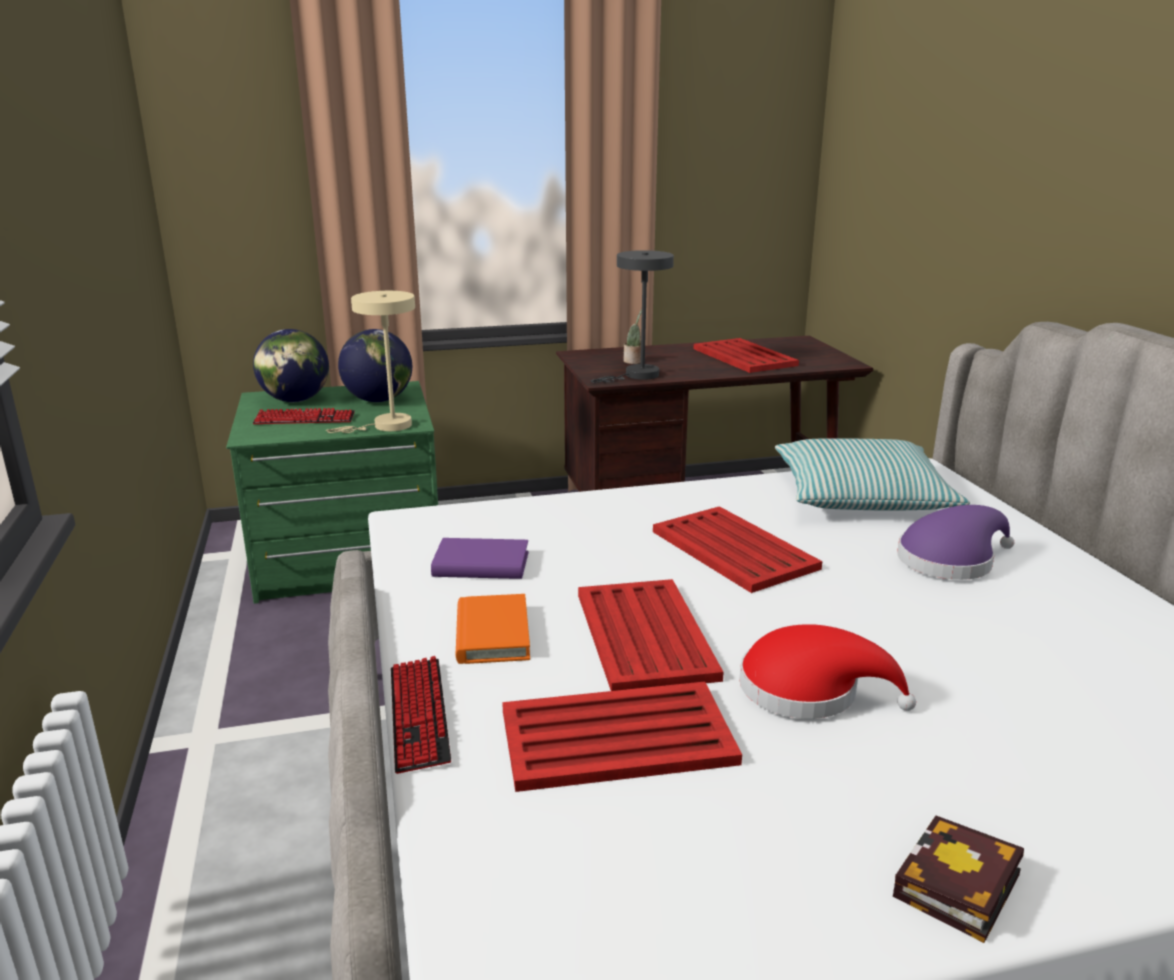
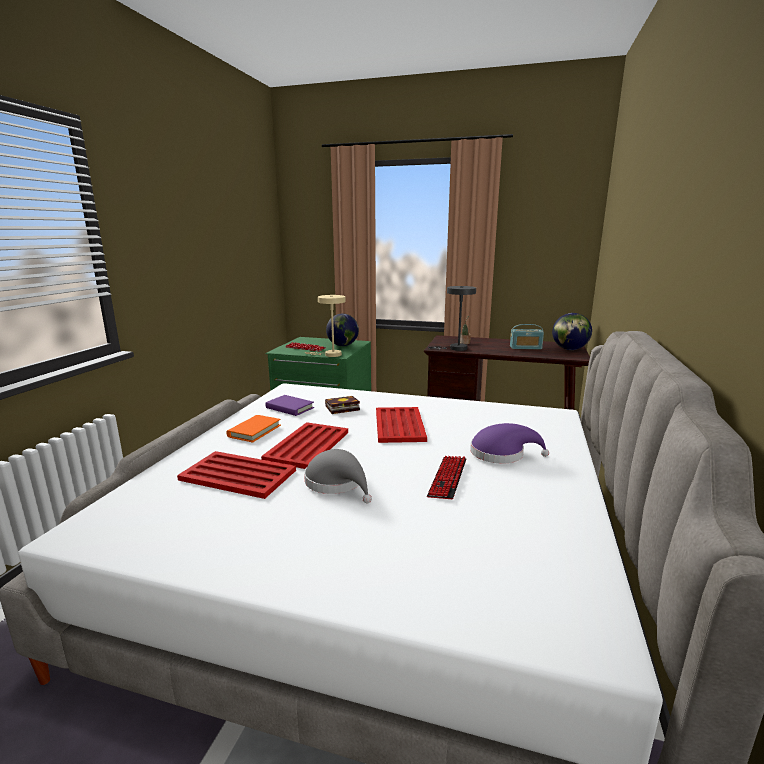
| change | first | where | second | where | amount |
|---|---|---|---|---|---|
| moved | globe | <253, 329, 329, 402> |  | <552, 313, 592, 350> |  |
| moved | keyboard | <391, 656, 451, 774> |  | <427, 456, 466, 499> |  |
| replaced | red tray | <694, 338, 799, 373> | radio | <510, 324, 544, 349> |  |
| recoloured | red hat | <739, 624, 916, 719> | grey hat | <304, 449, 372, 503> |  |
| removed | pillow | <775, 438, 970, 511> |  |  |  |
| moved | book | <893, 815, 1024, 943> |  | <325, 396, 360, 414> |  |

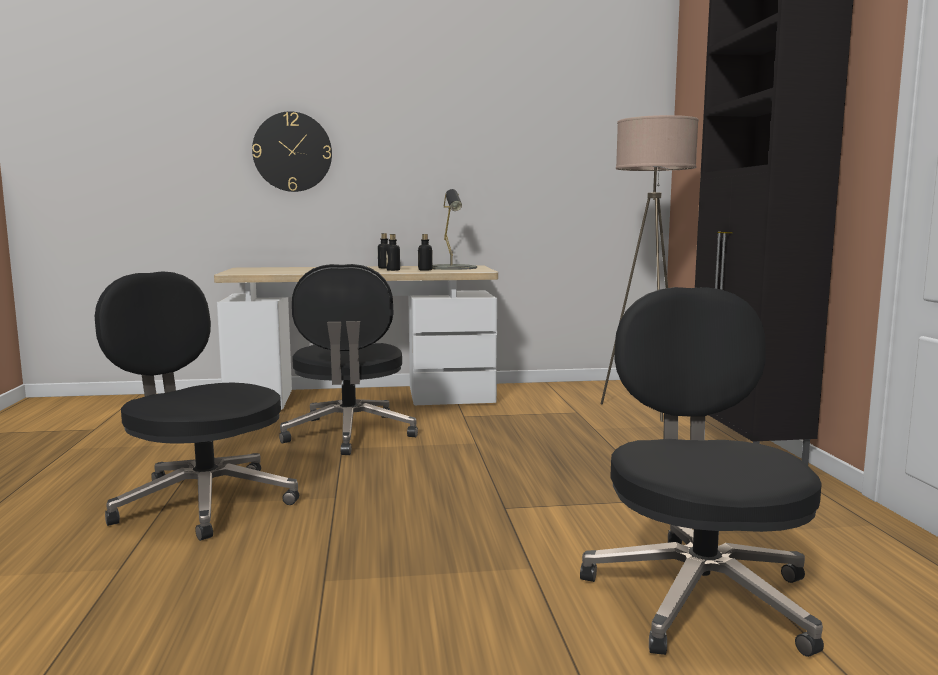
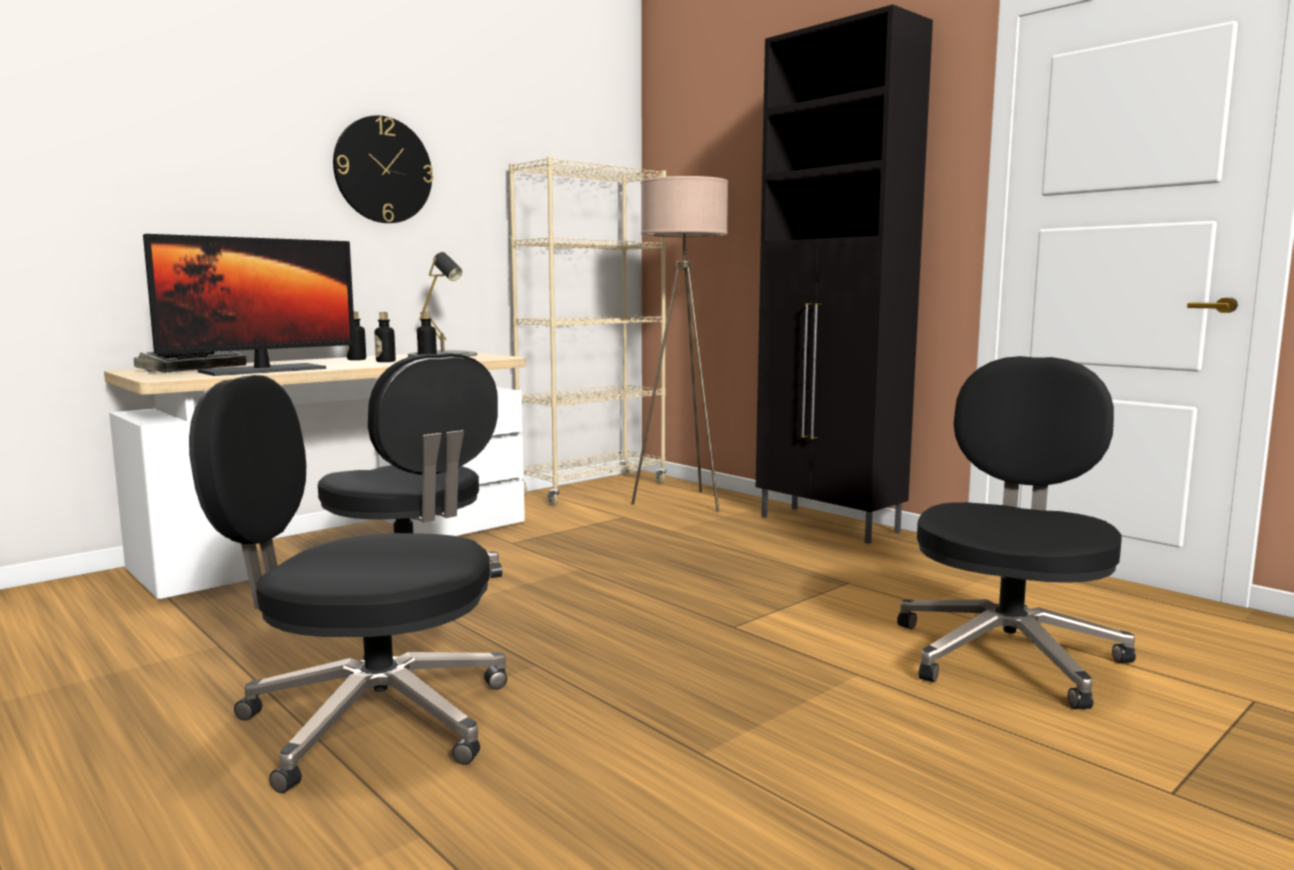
| change | first | where | second | where | amount |
|---|---|---|---|---|---|
| moved | wall clock | <252, 111, 332, 192> |  | <333, 115, 433, 223> |  |
| turned | black office chair | <580, 287, 824, 657> |  | <897, 356, 1136, 709> | 60 degrees clockwise |
| added |  |  | keyboard | <134, 351, 247, 373> |  |
| added |  |  | monitor | <143, 234, 355, 376> |  |
| added |  |  | beige bookcase | <509, 156, 667, 506> |  |

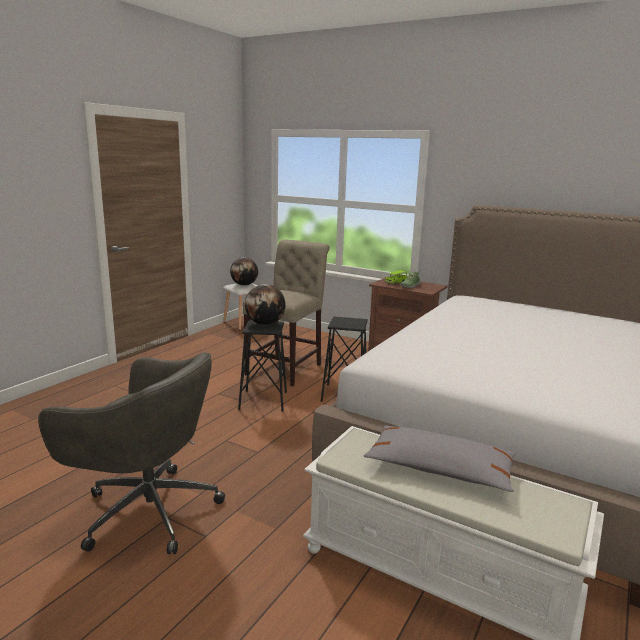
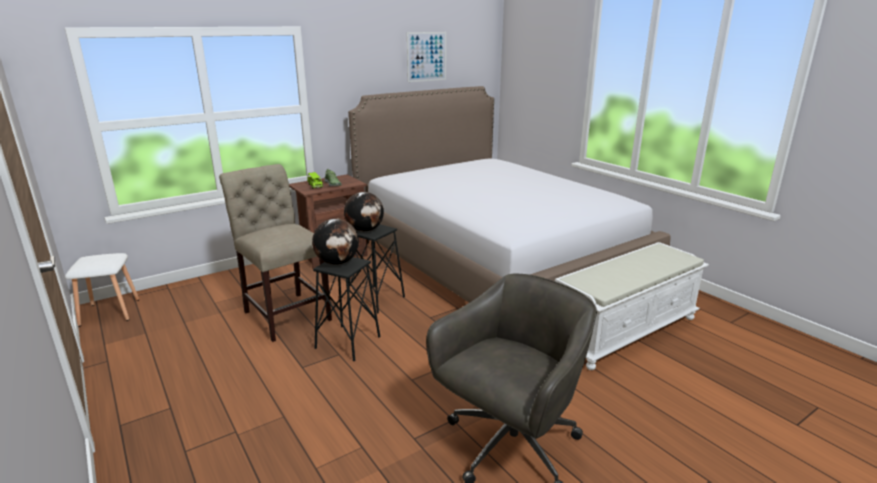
| change | first | where | second | where | amount |
|---|---|---|---|---|---|
| moved | globe | <230, 257, 258, 286> |  | <344, 192, 384, 232> |  |
| removed | grey pillow | <364, 425, 516, 492> |  |  |  |
| added |  |  | picture | <407, 32, 446, 82> |  |

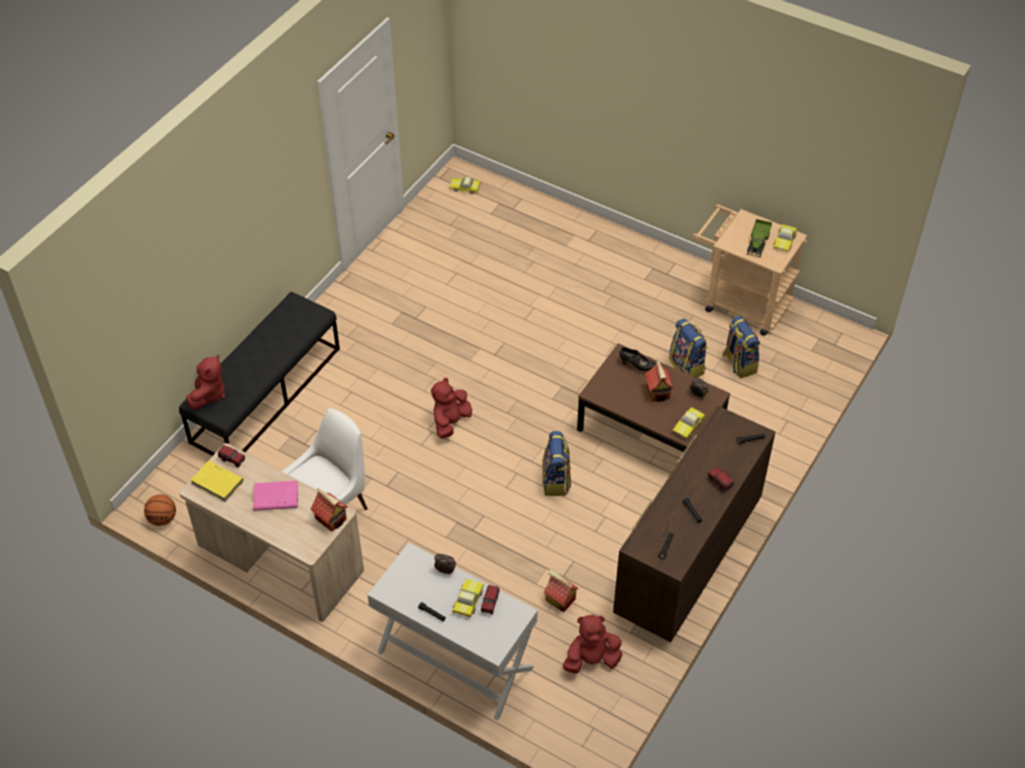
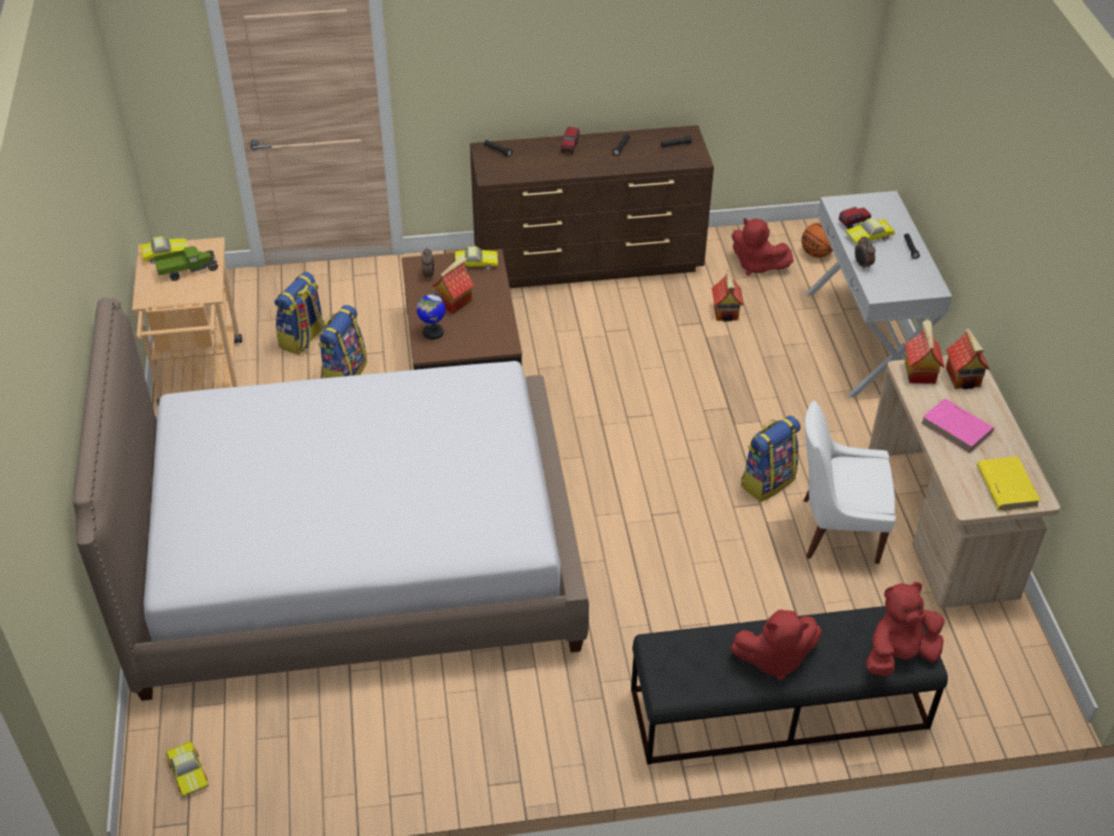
| change | first | where | second | where | amount |
|---|---|---|---|---|---|
| moved | basketball | <144, 495, 176, 526> |  | <801, 223, 833, 258> |  |
| removed | toy truck | <218, 445, 245, 467> |  |  |  |
| moved | red plush toy | <431, 378, 472, 439> |  | <730, 610, 822, 681> |  |
| moved | backpack | <542, 431, 571, 496> |  | <741, 415, 800, 502> |  |
| replaced | black shoe | <620, 347, 656, 371> | globe | <416, 291, 446, 340> |  |
| added |  |  | bed | <73, 298, 589, 701> |  |
| added |  |  | toy house | <946, 327, 990, 389> |  |

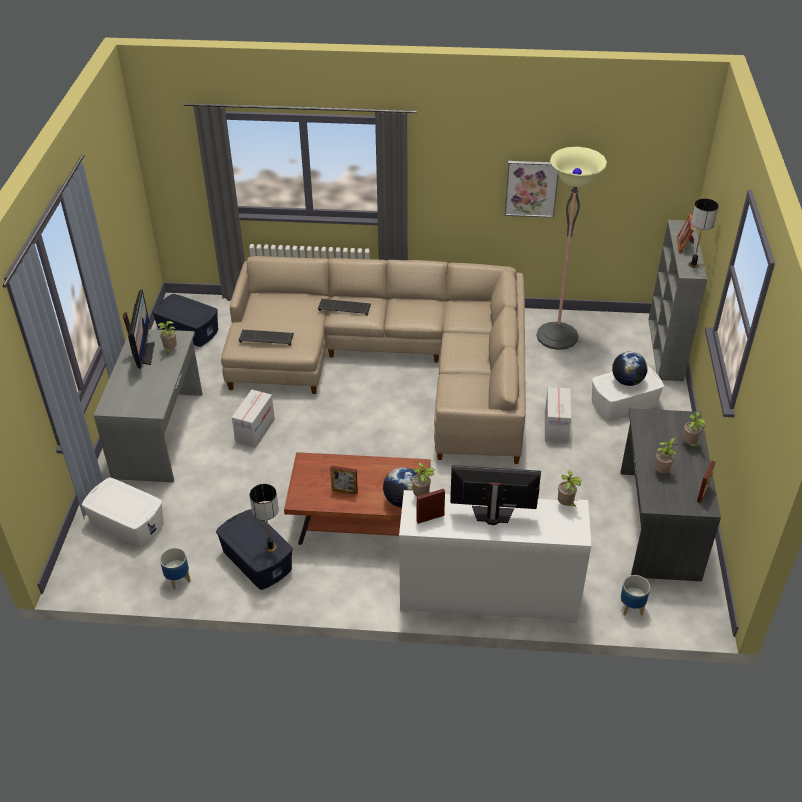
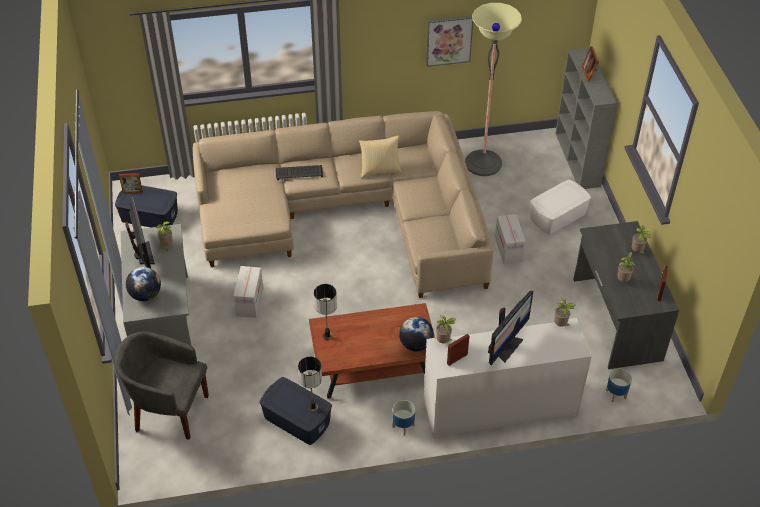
| change | first | where | second | where | amount |
|---|---|---|---|---|---|
| replaced | white storage box | <82, 478, 164, 547> | grey armchair | <115, 331, 209, 440> |  |
| moved | planter | <160, 548, 191, 590> |  | <392, 400, 415, 436> |  |
| removed | keyboard | <238, 330, 294, 346> |  |  |  |
| moved | picture frame | <330, 465, 358, 495> |  | <119, 173, 143, 194> |  |
| turned | monitor | <450, 465, 541, 525> |  | <488, 291, 533, 365> | 135 degrees clockwise |
| moved | globe | <612, 351, 648, 386> |  | <126, 267, 161, 301> |  |
| moved | table lamp | <688, 199, 719, 268> |  | <314, 284, 337, 340> |  |
| added |  |  | pillow | <359, 135, 402, 178> |  |

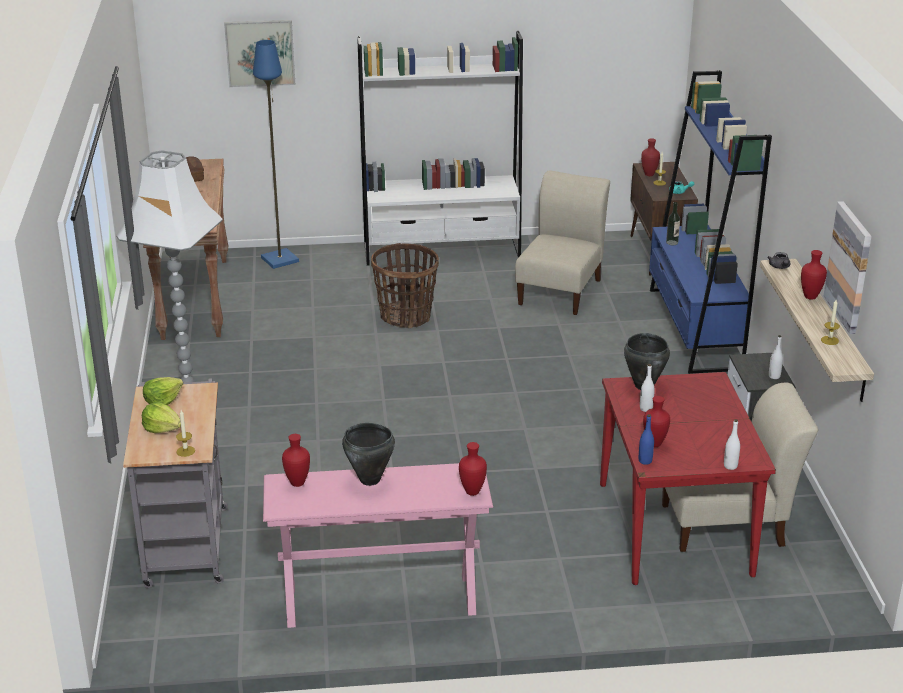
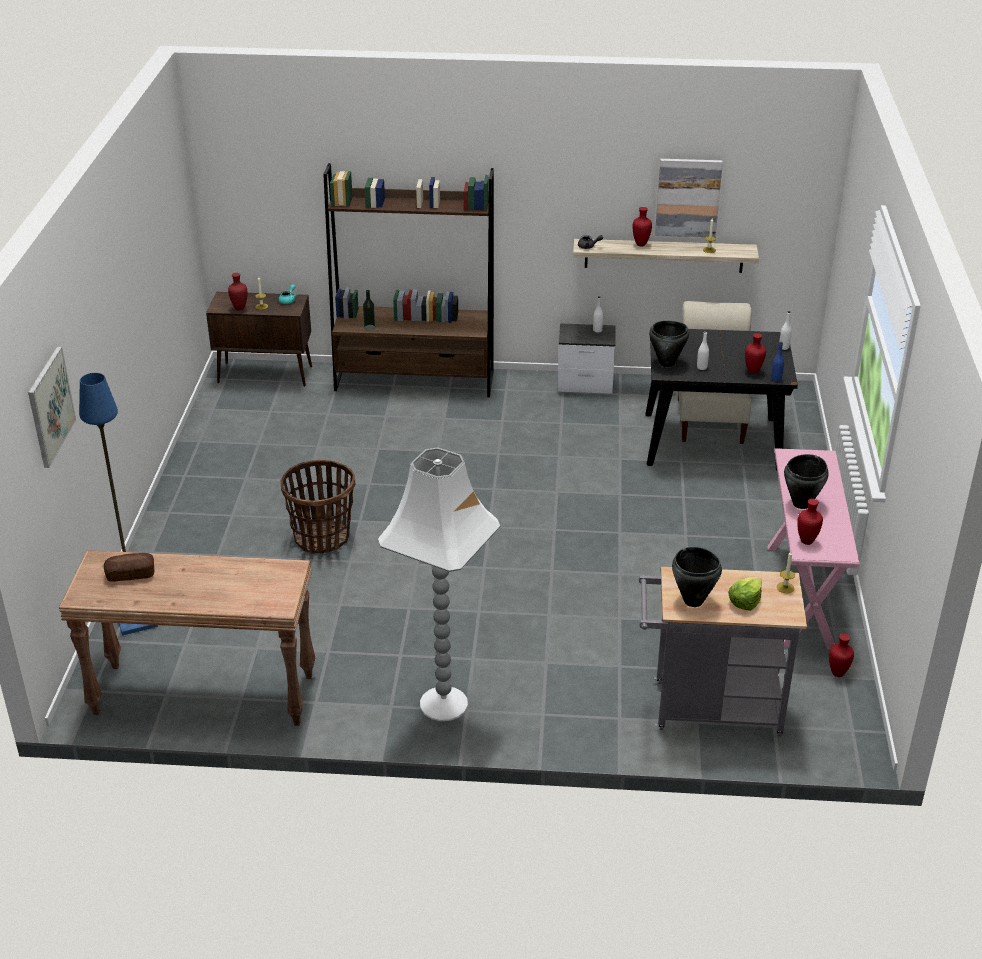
| change | first | where | second | where | amount |
|---|---|---|---|---|---|
| replaced | lettuce | <143, 377, 183, 405> | black cooking pot | <672, 547, 722, 607> |  |
| removed | white bookcase | <357, 31, 523, 266> |  |  |  |
| moved | red vase | <459, 442, 487, 496> |  | <829, 634, 854, 677> |  |
| removed | beige chair | <515, 171, 610, 315> |  |  |  |
| recoloured | red dining table | <600, 372, 776, 585> | black dining table | <645, 327, 798, 471> |  |
| recoloured | blue bookcase | <649, 70, 772, 374> | brown bookcase | <323, 163, 494, 397> |  |

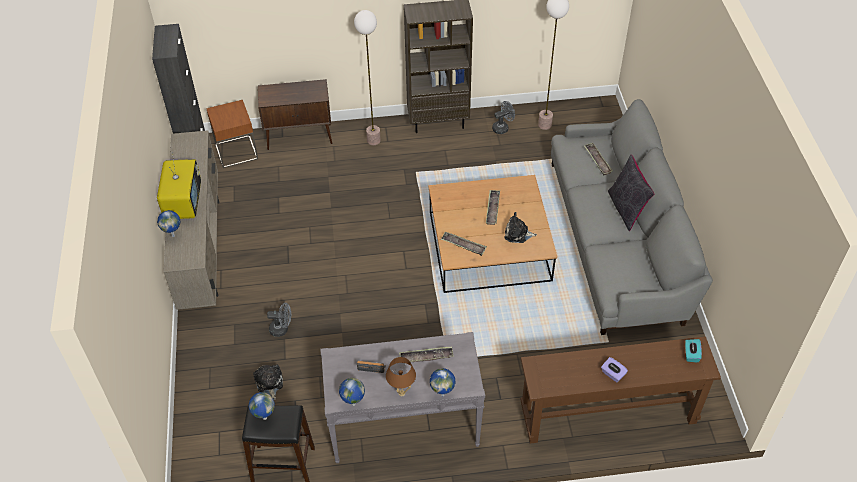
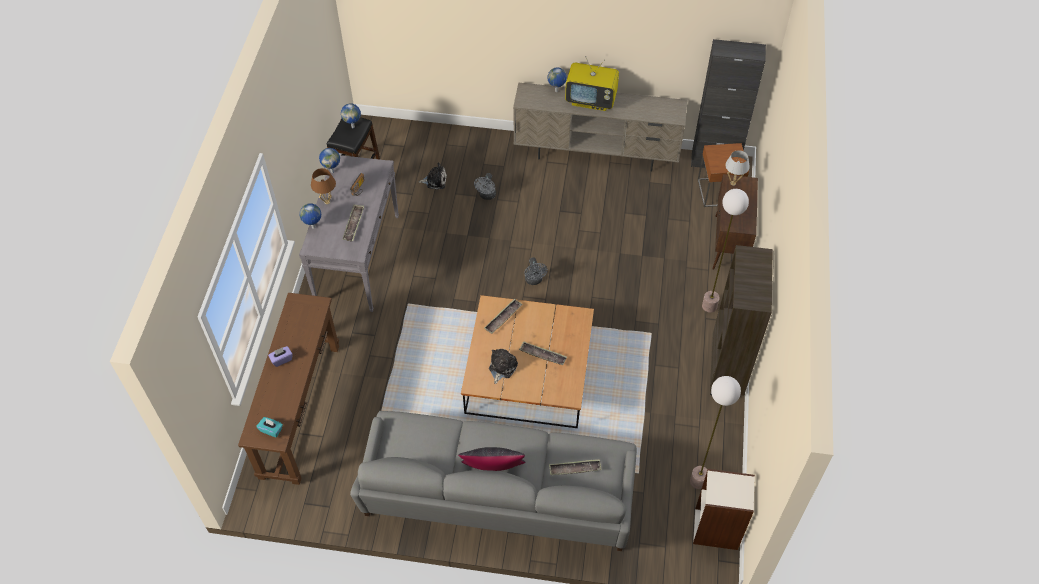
| change | first | where | second | where | amount |
|---|---|---|---|---|---|
| moved | grey fan | <492, 101, 515, 134> |  | <524, 258, 548, 285> |  |
| added |  |  | bookcase | <693, 469, 755, 550> |  |
| added |  |  | white table lamp | <725, 150, 750, 186> |  |

